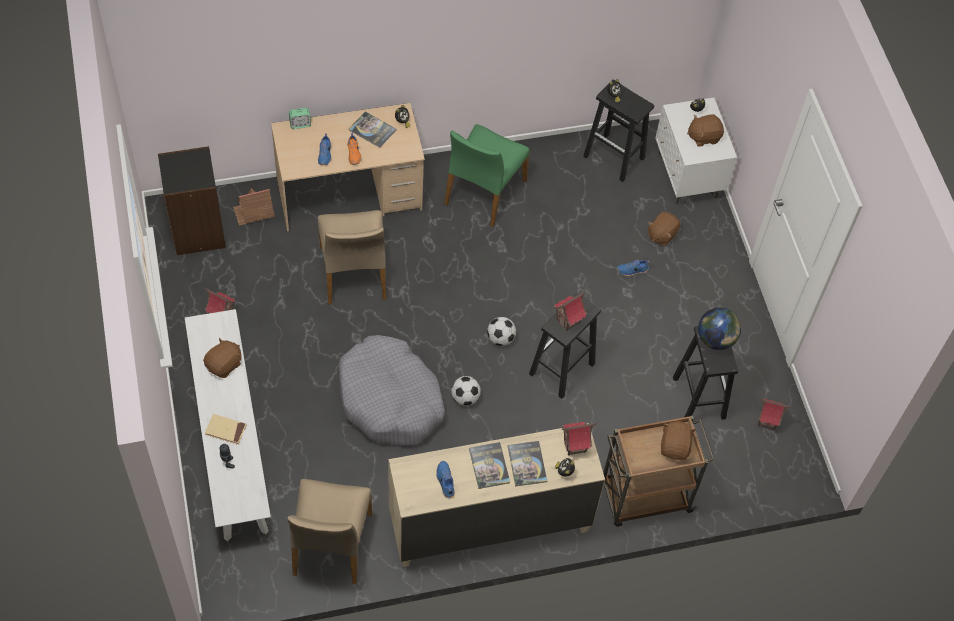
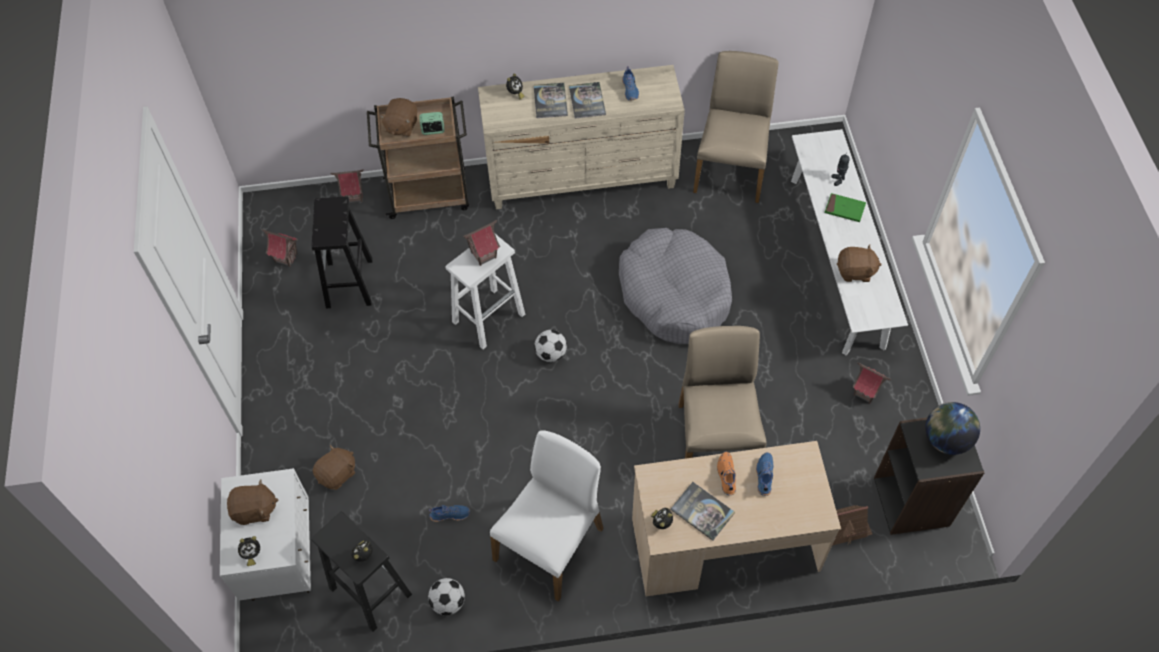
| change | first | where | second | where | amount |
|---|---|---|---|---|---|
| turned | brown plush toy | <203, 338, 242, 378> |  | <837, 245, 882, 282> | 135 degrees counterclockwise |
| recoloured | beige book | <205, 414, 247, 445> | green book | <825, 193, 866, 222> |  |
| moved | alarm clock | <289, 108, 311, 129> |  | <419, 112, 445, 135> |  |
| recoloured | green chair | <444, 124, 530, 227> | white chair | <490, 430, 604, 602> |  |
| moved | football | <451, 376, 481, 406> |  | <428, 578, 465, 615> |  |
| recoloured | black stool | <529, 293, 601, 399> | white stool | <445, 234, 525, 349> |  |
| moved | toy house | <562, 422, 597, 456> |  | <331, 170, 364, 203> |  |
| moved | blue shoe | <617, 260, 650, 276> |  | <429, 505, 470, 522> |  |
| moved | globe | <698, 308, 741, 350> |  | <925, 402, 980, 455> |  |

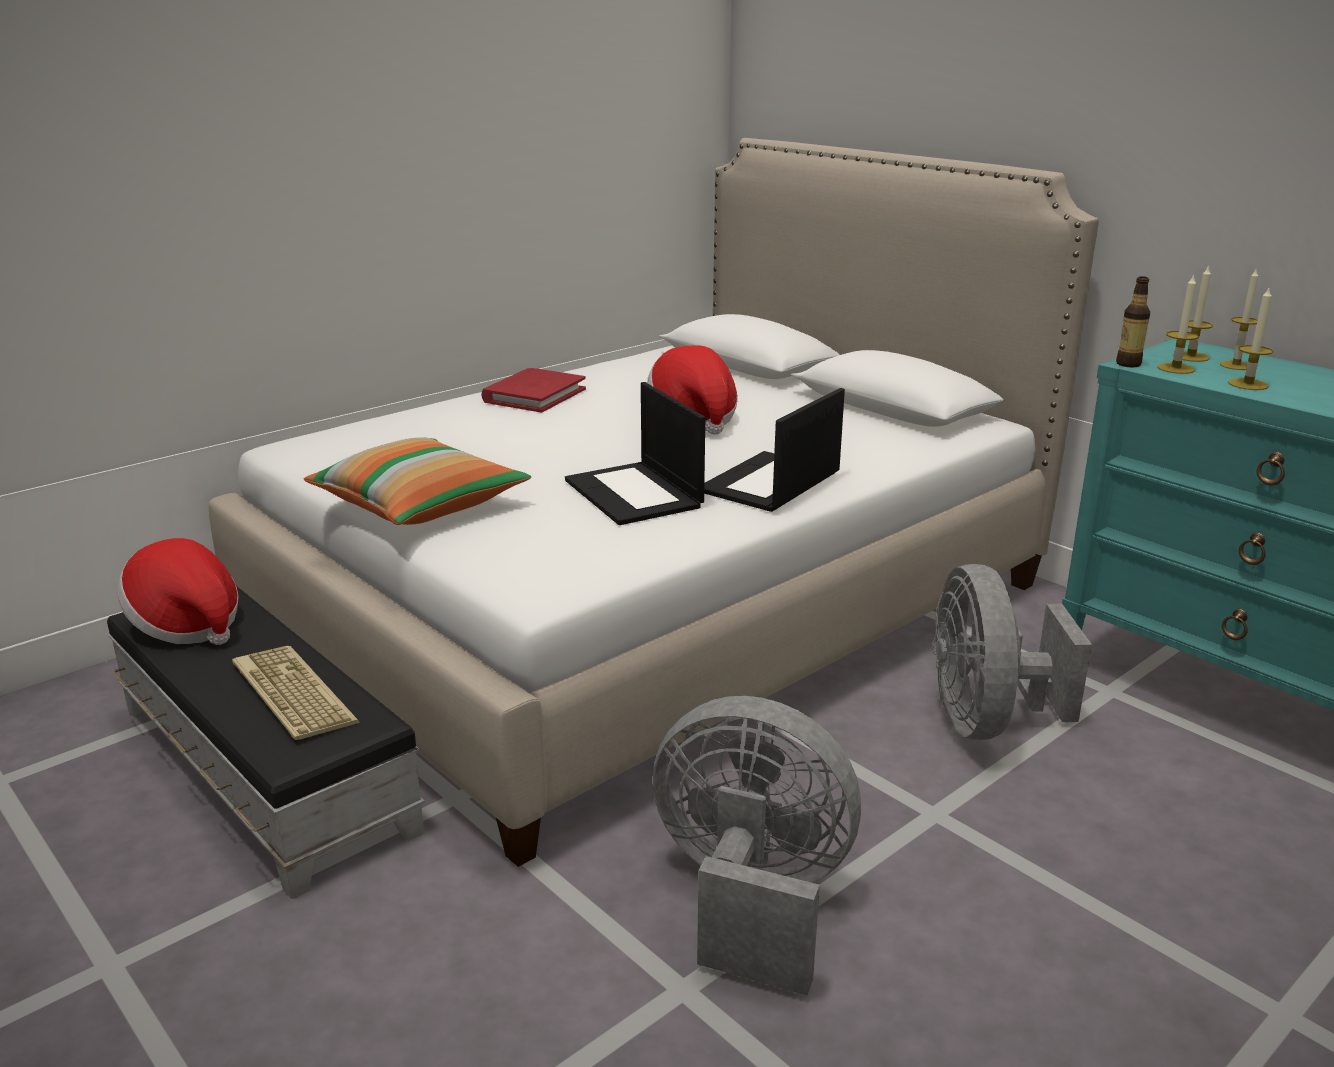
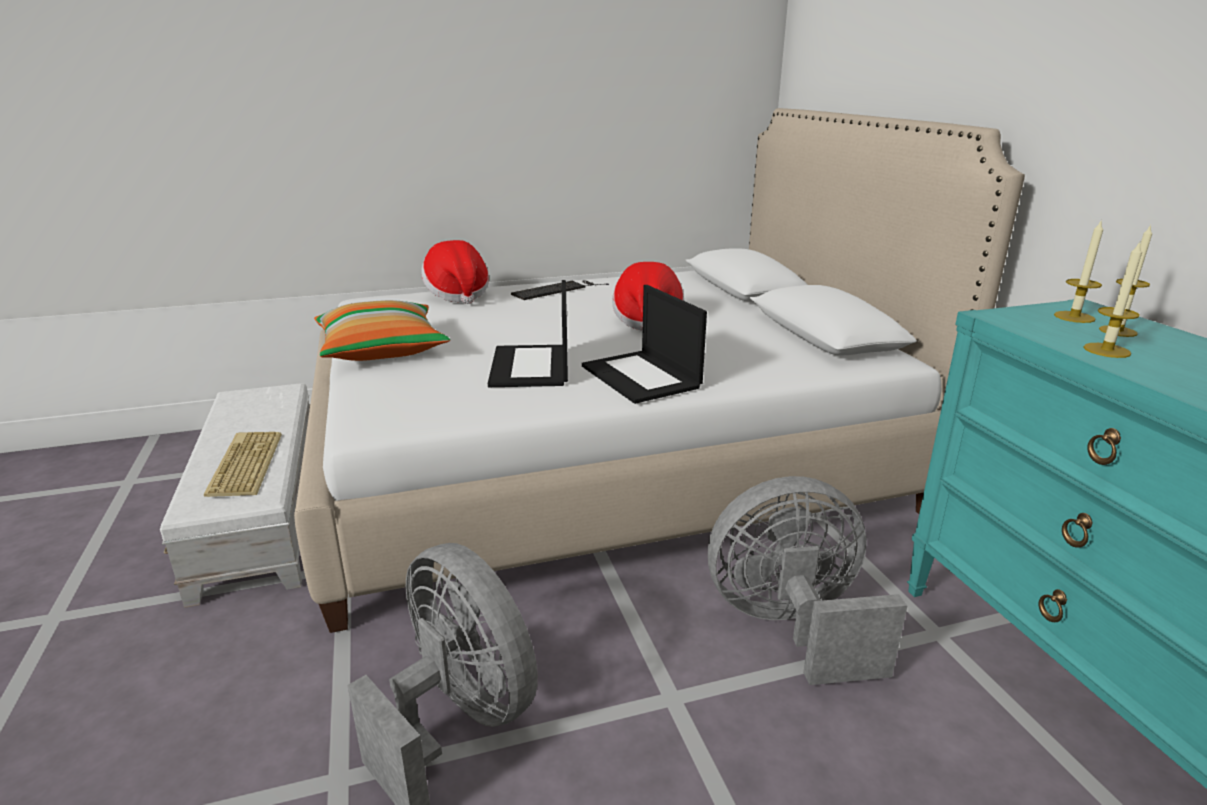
| change | first | where | second | where | amount |
|---|---|---|---|---|---|
| recoloured | black ottoman | <107, 587, 425, 899> | white ottoman | <160, 383, 310, 608> |  |
| moved | hat | <117, 538, 239, 645> |  | <421, 240, 489, 304> |  |
| replaced | red book | <481, 368, 586, 413> | keyboard | <511, 280, 609, 300> |  |
| turned | laptop | <704, 388, 845, 512> |  | <582, 285, 707, 404> | 90 degrees counterclockwise |
| turned | grey fan | <933, 564, 1092, 740> |  | <708, 476, 908, 685> | 60 degrees clockwise |
| removed | bottle | <1116, 276, 1150, 367> |  |  |  |
| removed | candle | <1157, 274, 1199, 374> |  |  |  |

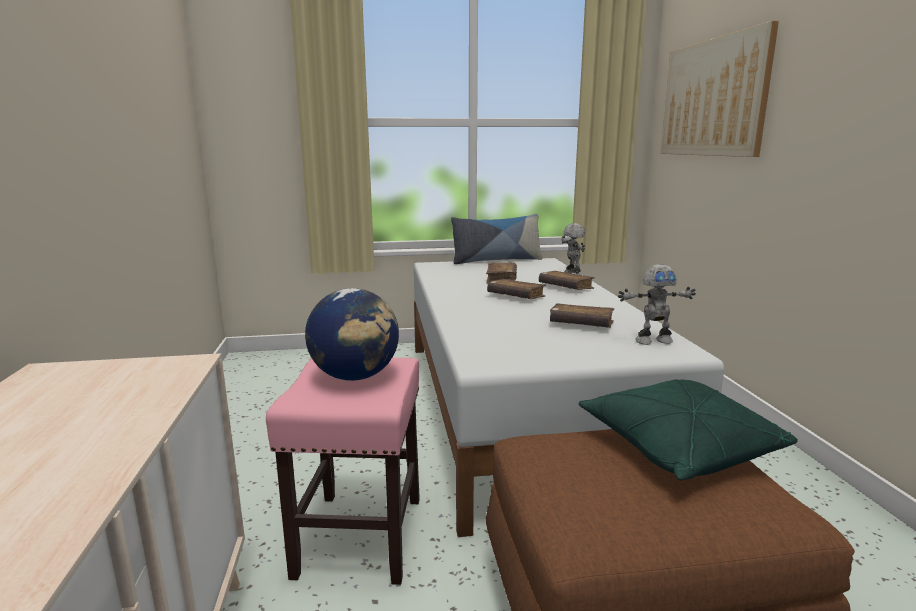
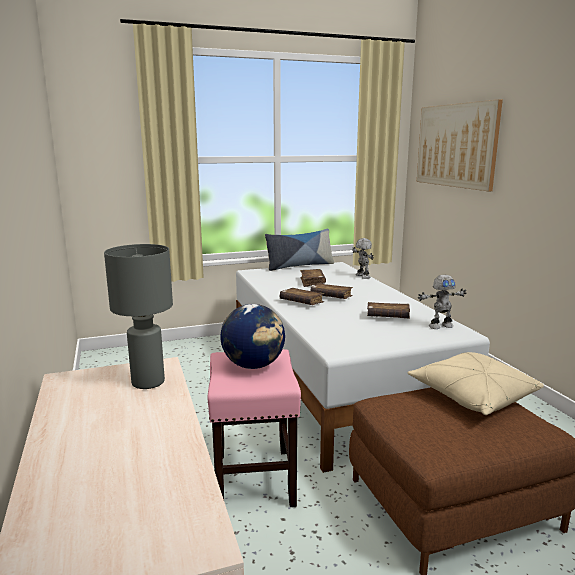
| change | first | where | second | where | amount |
|---|---|---|---|---|---|
| moved | brown book | <539, 271, 595, 290> |  | <280, 288, 324, 305> |  |
| recoloured | green pillow | <579, 379, 798, 481> | beige pillow | <408, 352, 544, 415> |  |
| added |  |  | grey table lamp | <104, 244, 173, 389> |  |

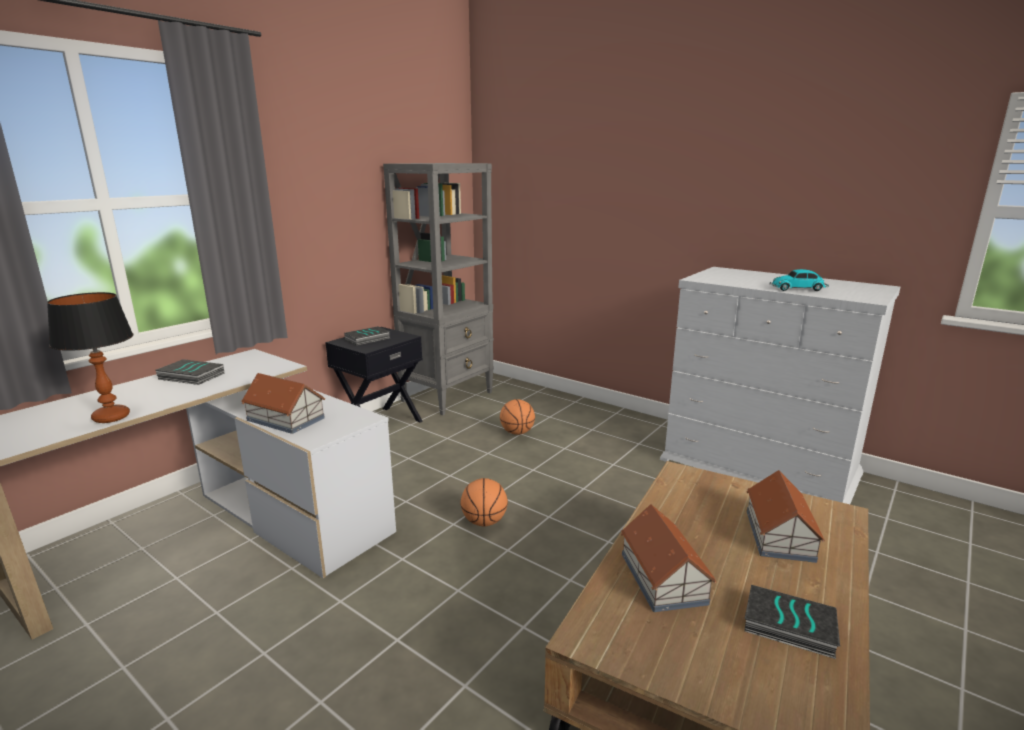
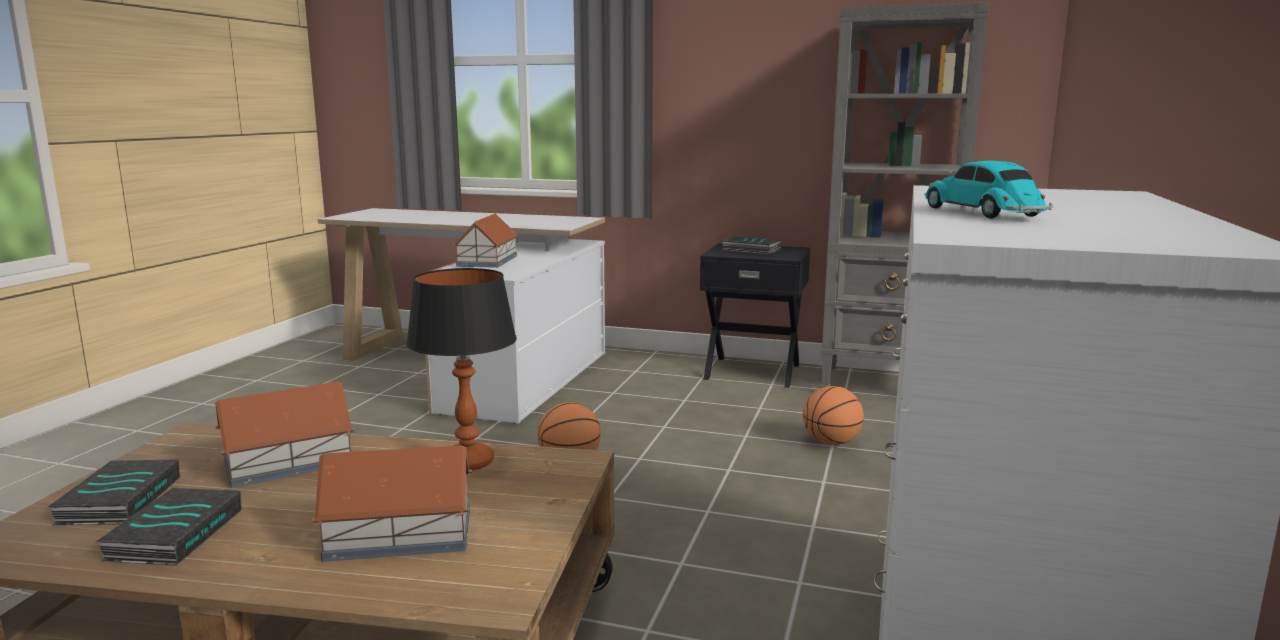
| change | first | where | second | where | amount |
|---|---|---|---|---|---|
| moved | table lamp | <47, 292, 133, 423> |  | <406, 268, 517, 470> |  |
| moved | book | <155, 359, 224, 385> |  | <48, 459, 180, 525> |  |

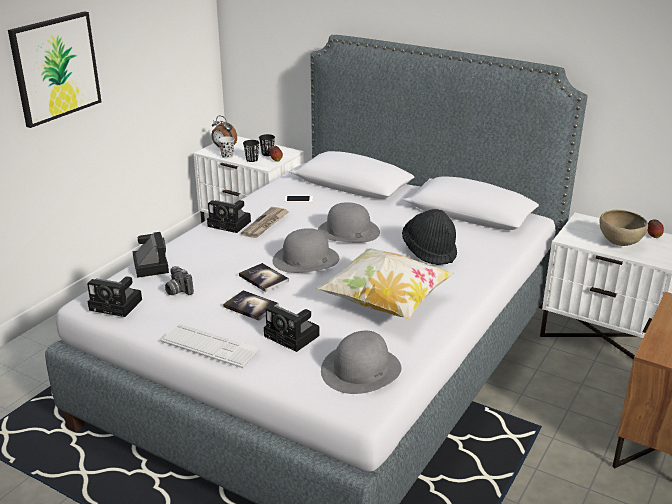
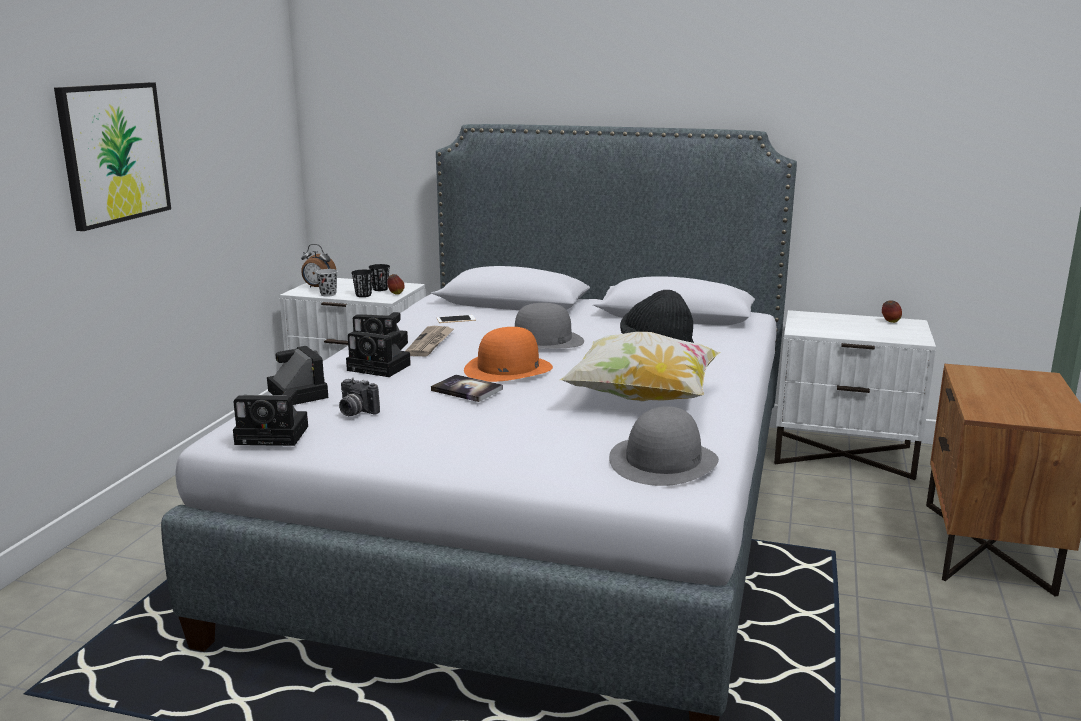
| change | first | where | second | where | amount |
|---|---|---|---|---|---|
| removed | keyboard | <160, 323, 260, 368> |  |  |  |
| removed | book | <223, 290, 279, 321> |  |  |  |
| moved | photo camera | <264, 305, 320, 352> |  | <346, 331, 411, 377> |  |
| recoloured | grey hat | <272, 228, 339, 273> | orange hat | <464, 327, 553, 382> |  |
| removed | brown bowl | <599, 210, 648, 246> |  |  |  |

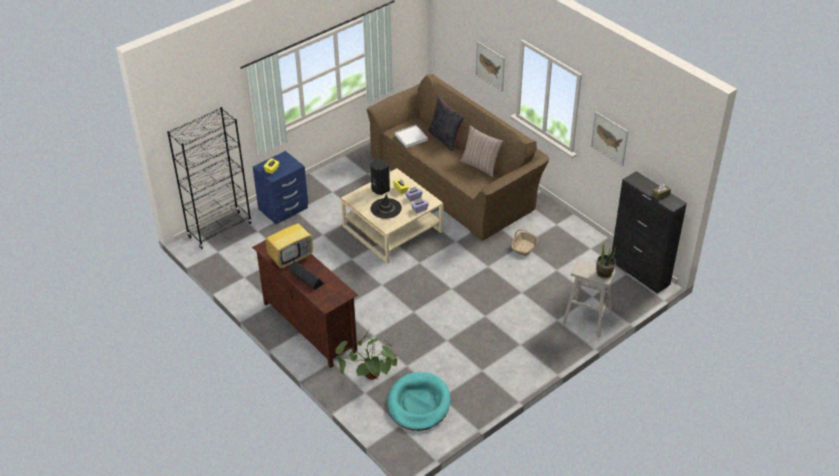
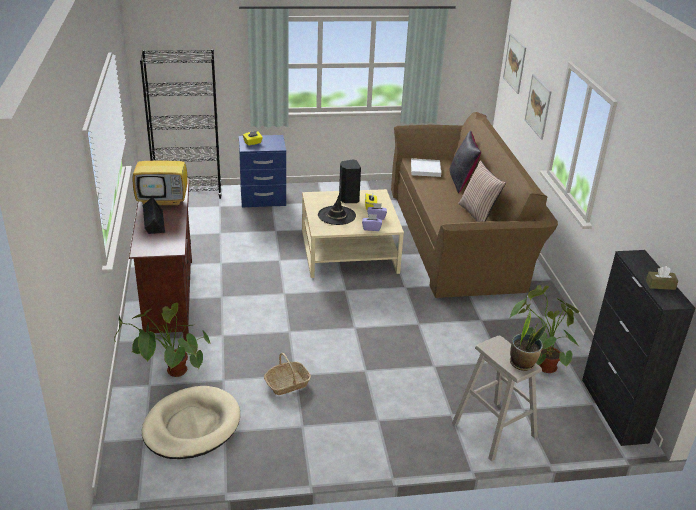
| change | first | where | second | where | amount |
|---|---|---|---|---|---|
| recoloured | turquoise dog bed | <388, 372, 451, 431> | beige dog bed | <142, 386, 240, 459> |  |
| moved | basket | <512, 229, 538, 256> |  | <264, 353, 311, 395> |  |
| moved | picture | <591, 112, 628, 167> |  | <503, 33, 526, 94> |  |
| added |  |  | potted plant | <510, 285, 579, 373> |  |

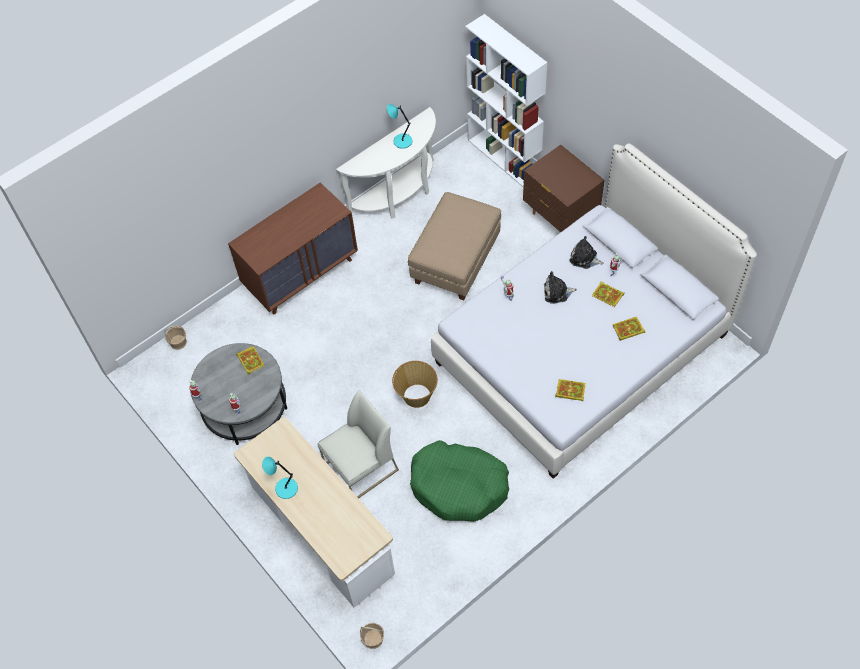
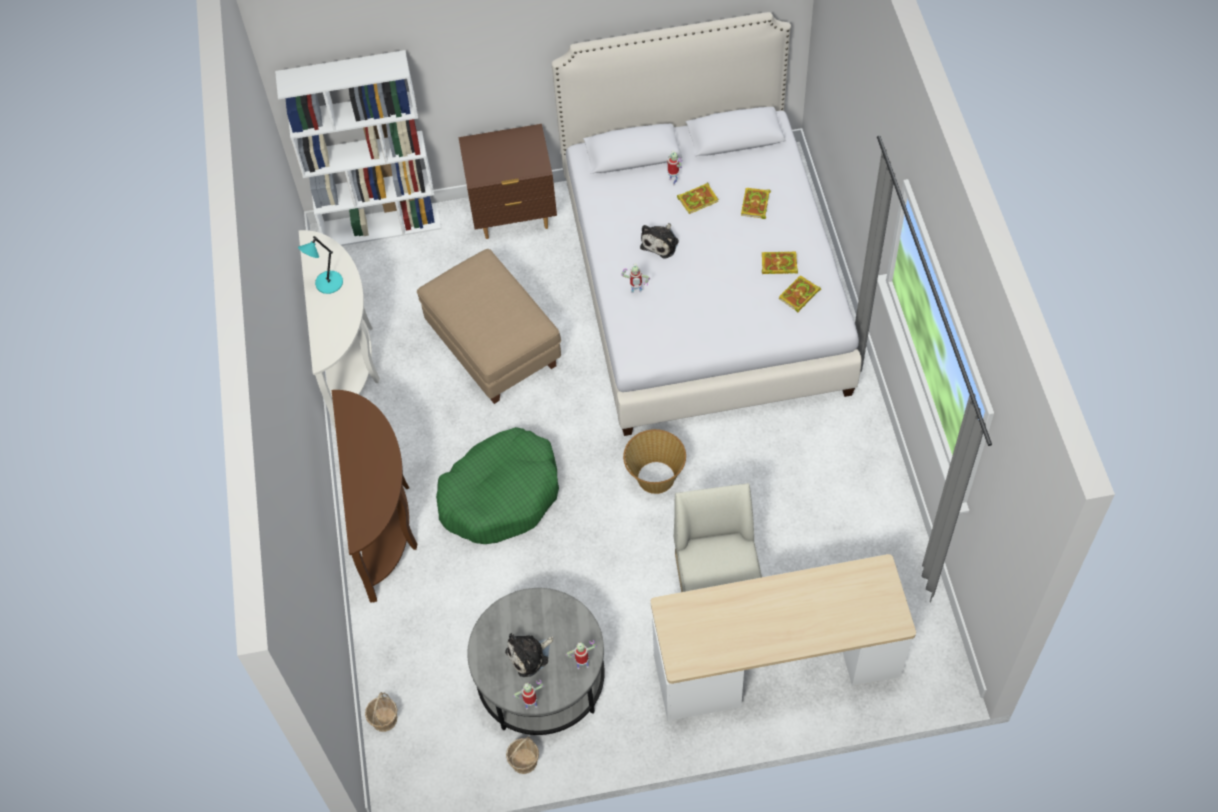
| change | first | where | second | where | amount |
|---|---|---|---|---|---|
| replaced | brown dresser | <228, 182, 358, 315> | brown console table | <332, 390, 417, 603> |  |
| moved | book | <236, 346, 264, 375> |  | <762, 252, 798, 274> |  |
| removed | turquoise table lamp | <262, 457, 298, 499> |  |  |  |
| moved | basket | <360, 623, 384, 649> |  | <506, 737, 539, 774> |  |
| moved | green dog bed | <410, 440, 509, 522> |  | <436, 427, 559, 544> |  |
| moved | plush toy | <569, 236, 604, 269> |  | <505, 633, 554, 677> |  |

